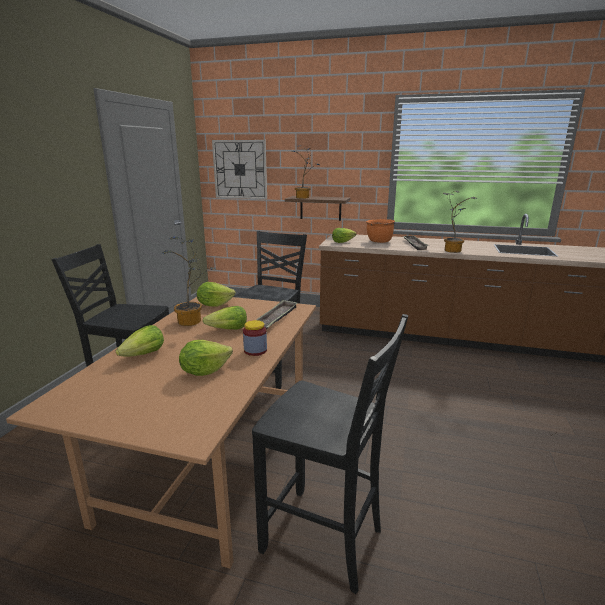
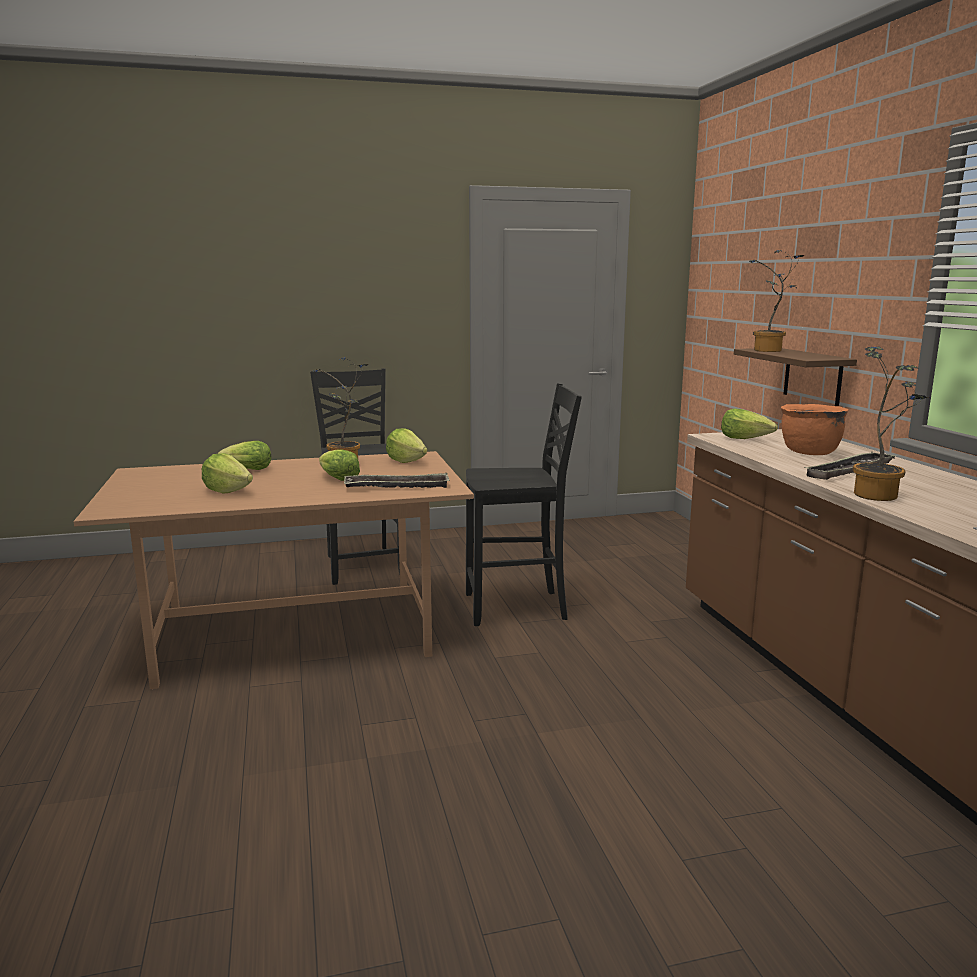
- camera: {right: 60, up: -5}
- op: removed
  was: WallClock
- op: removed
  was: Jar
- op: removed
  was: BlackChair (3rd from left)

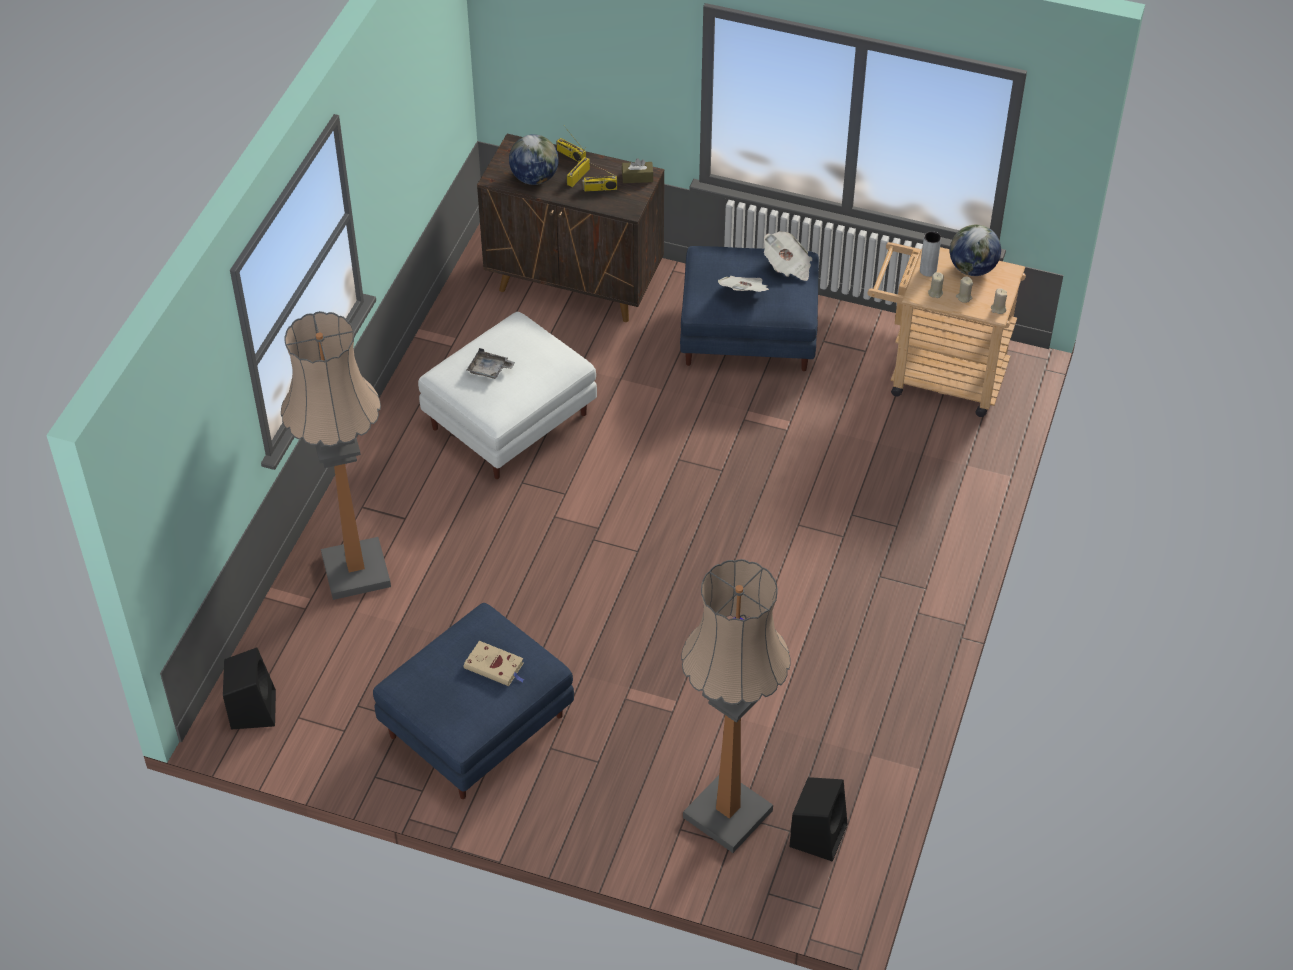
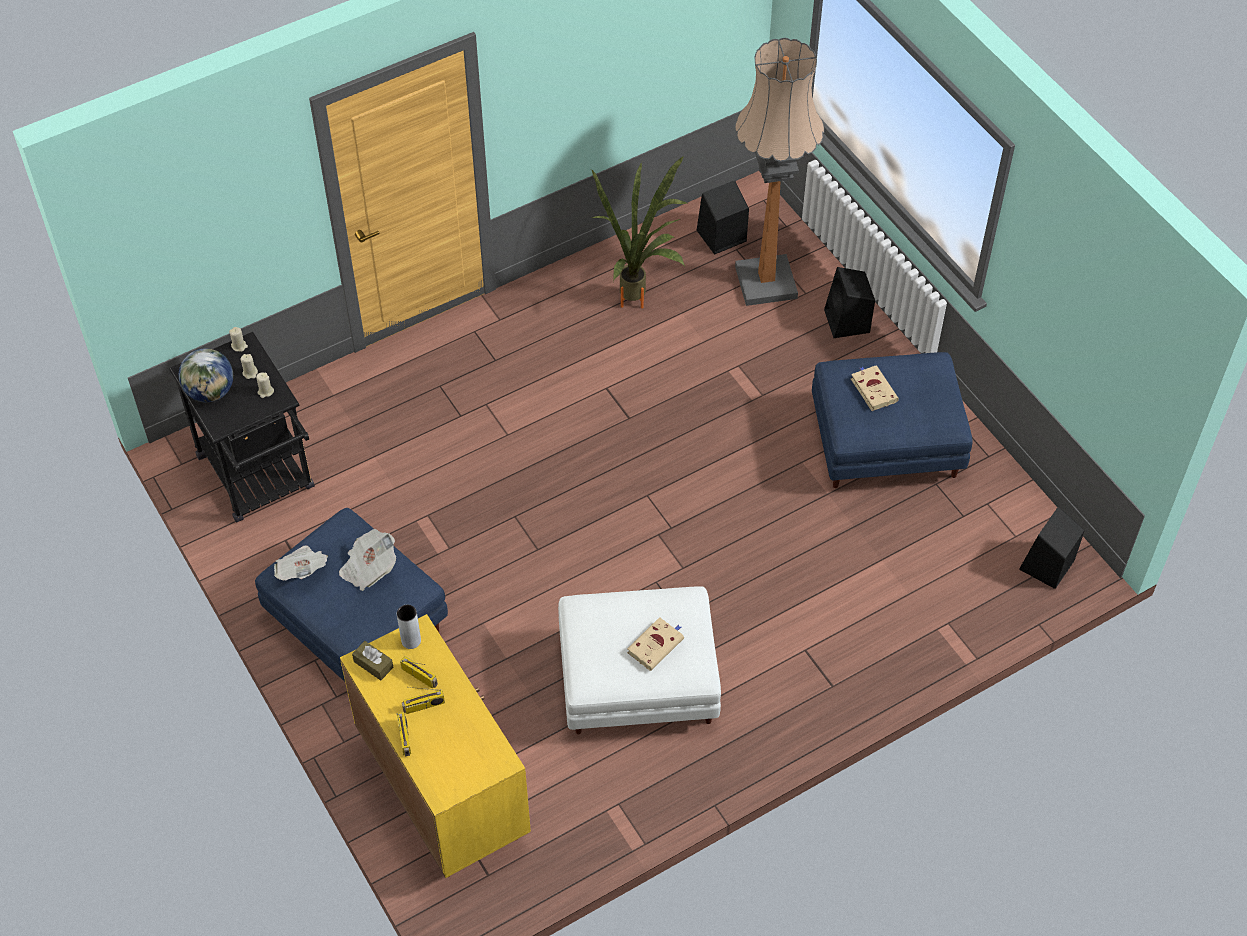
- camera: {right: -140, up: 5}
- op: removed
  was: FloorLamp (1st from left)
- op: removed
  was: Globe (1st from left)
- op: added
  now: PottedPlant
- op: added
  now: BlackSpeaker (2nd from left)
- op: moved
  was: GreyVase
- op: replaced
  was: GreyTray
  now: BeigeBook (1st from left)
- op: recoloured
  was: BrownCabinet
  now: YellowCabinet
- op: recoloured
  was: BeigeCart
  now: BlackCart

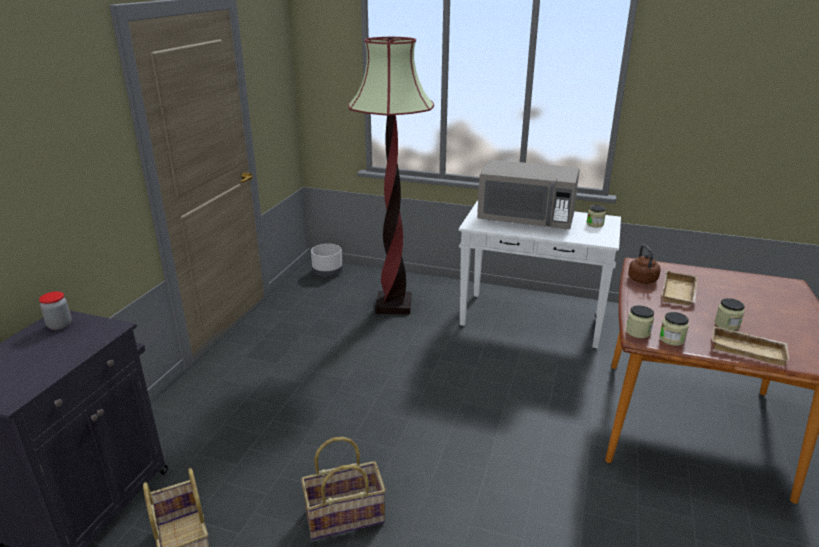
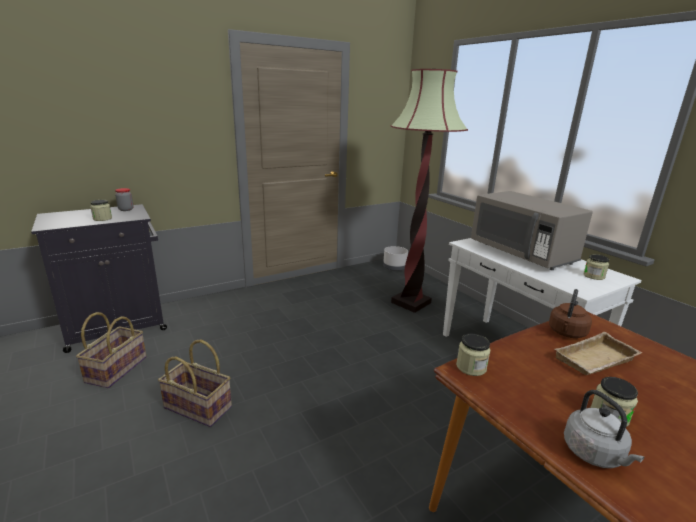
- camera: {right: 40, up: -5}
- op: moved
  was: Jar (4th from left in the first image)
  now: Jar (1st from left)
- op: replaced
  was: BeigeTray (2nd from left)
  now: GreyKettle

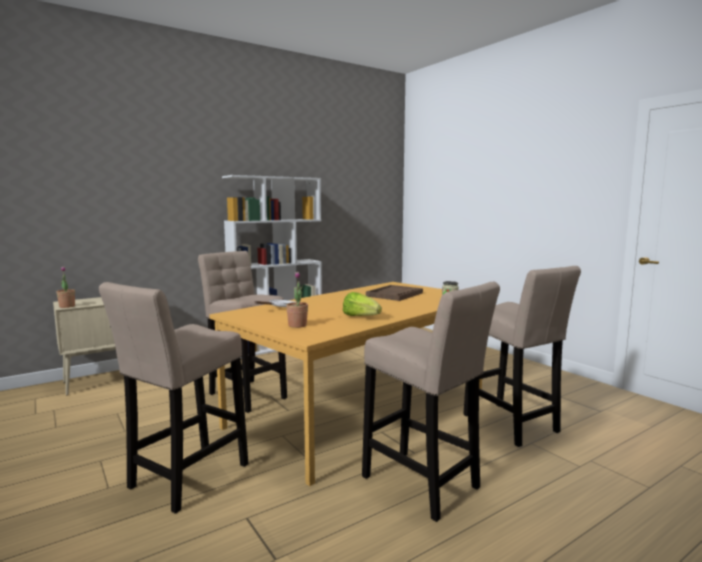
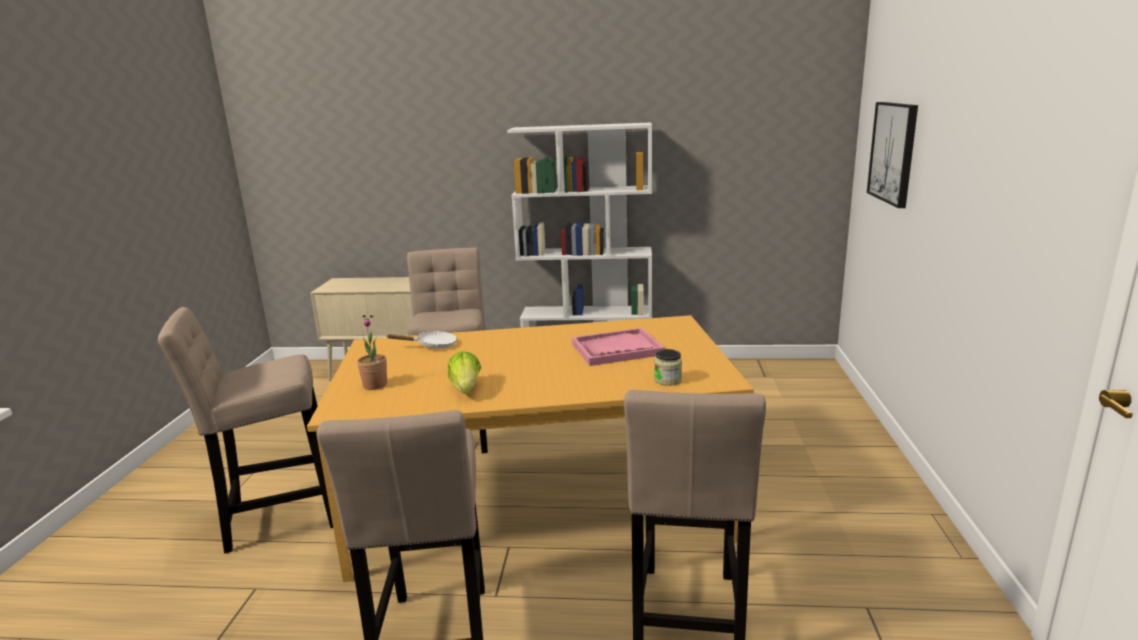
- camera: {right: 40, up: 10}
- op: removed
  was: PottedPlant (1st from left)
- op: added
  now: Picture
- op: recoloured
  was: BrownTray
  now: PinkTray

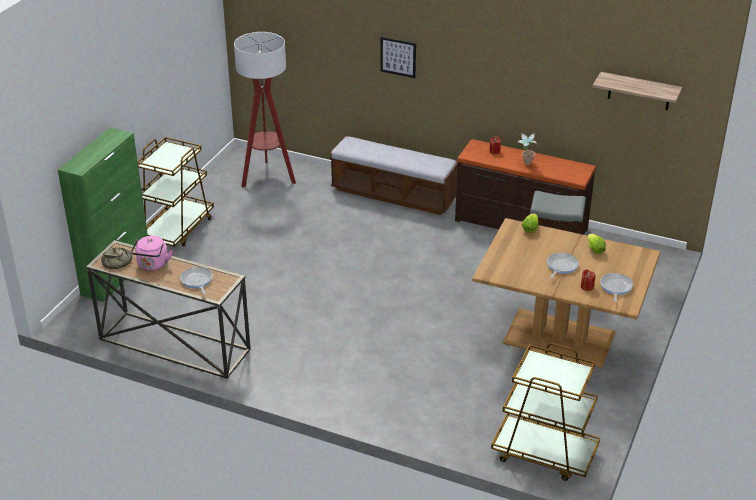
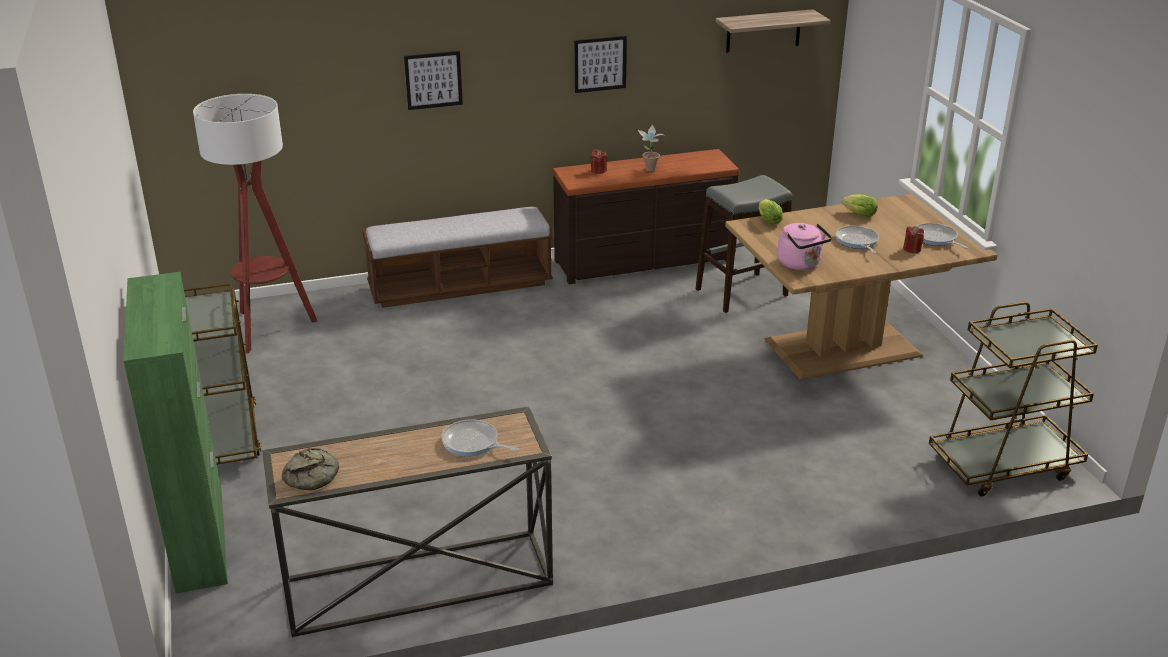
- camera: {right: -40, up: -5}
- op: added
  now: Picture (2nd from left)
- op: moved
  was: PinkKettle

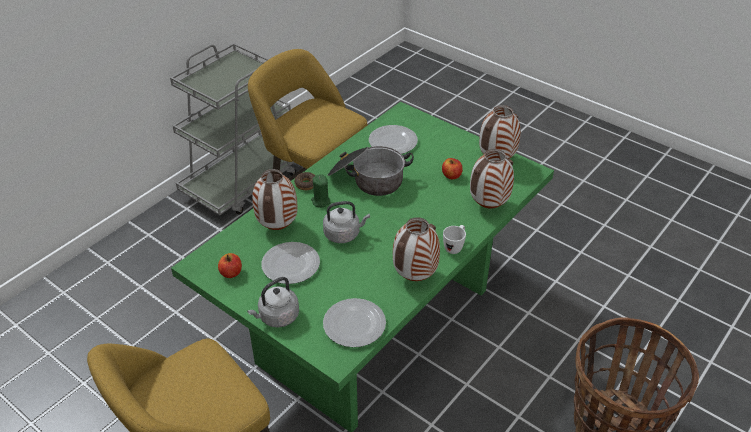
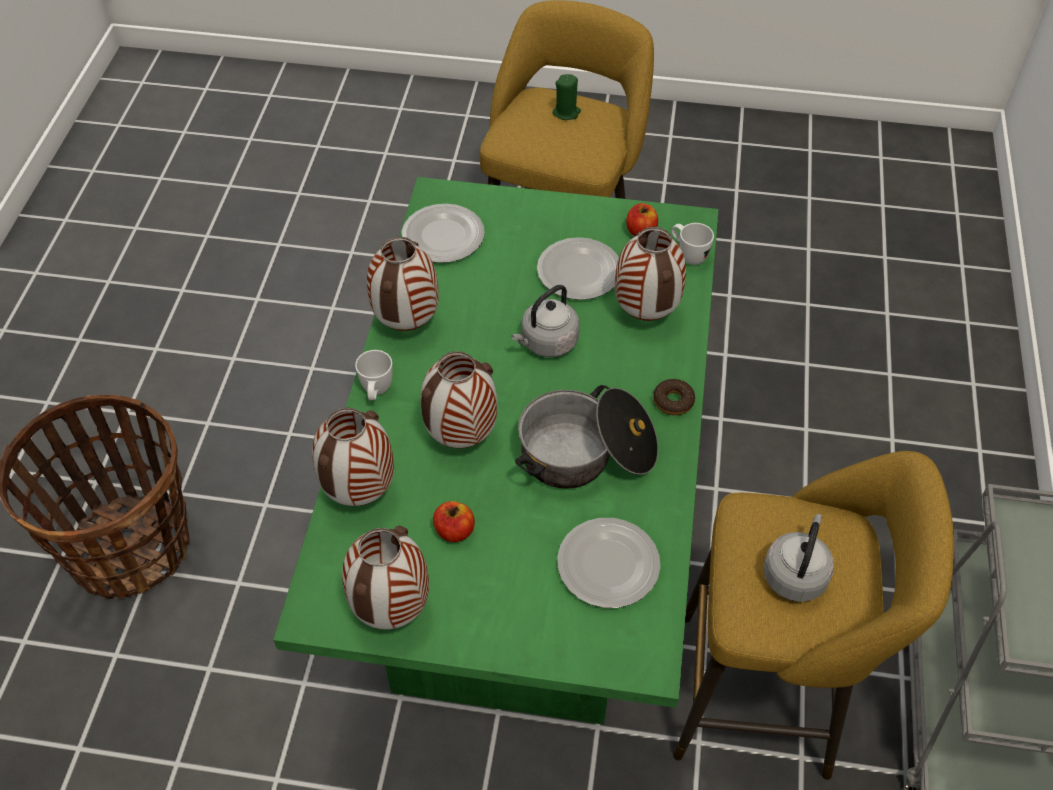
- camera: {right: 150, up: 10}
- op: added
  now: Vase (4th from left)
- op: added
  now: WhiteMug (2nd from left)
- op: moved
  was: GreyKettle (1st from left in the first image)
  now: GreyKettle (2nd from left)
- op: moved
  was: GreenCandle

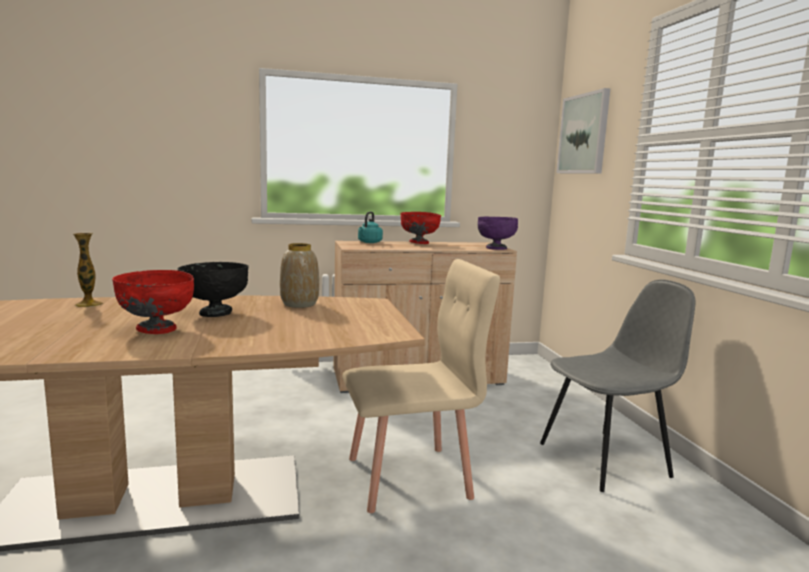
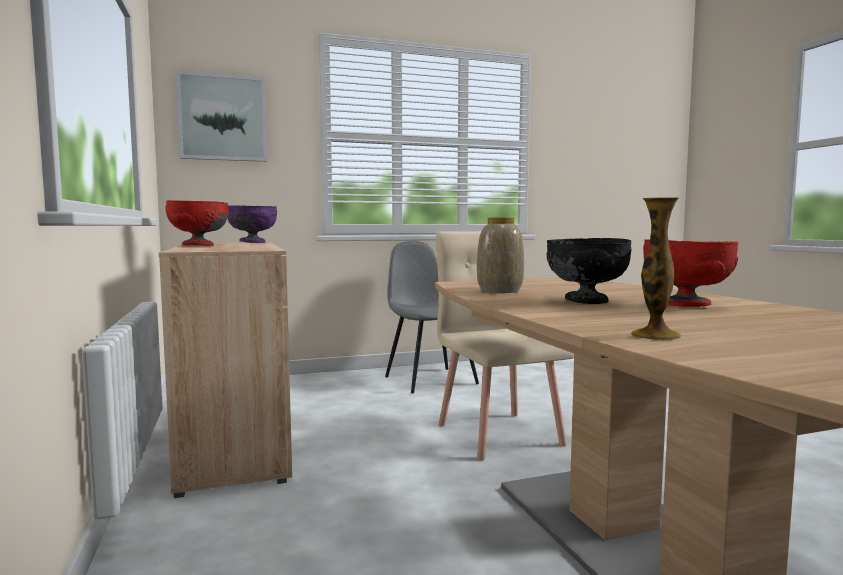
- camera: {right: -95, up: -5}
- op: removed
  was: TurquoiseKettle

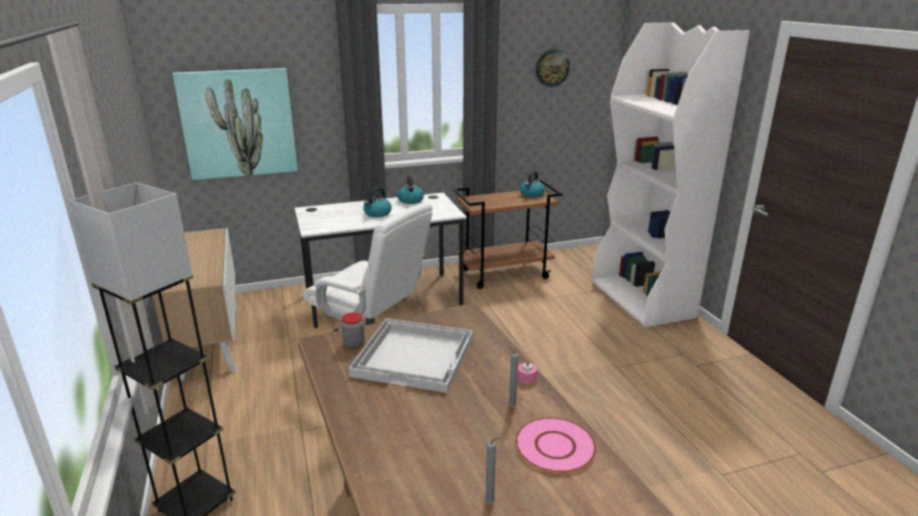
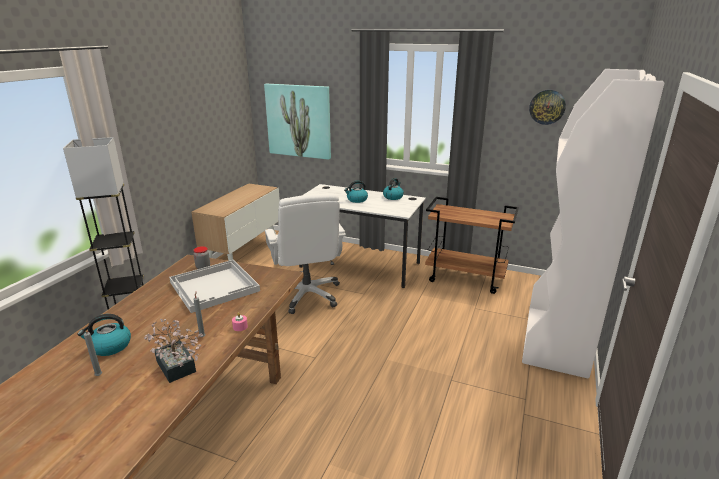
- camera: {right: 40, up: 0}
- op: moved
  was: Kettle (3rd from left in the first image)
  now: Kettle (1st from left)
- op: replaced
  was: PinkPlate
  now: PottedPlant

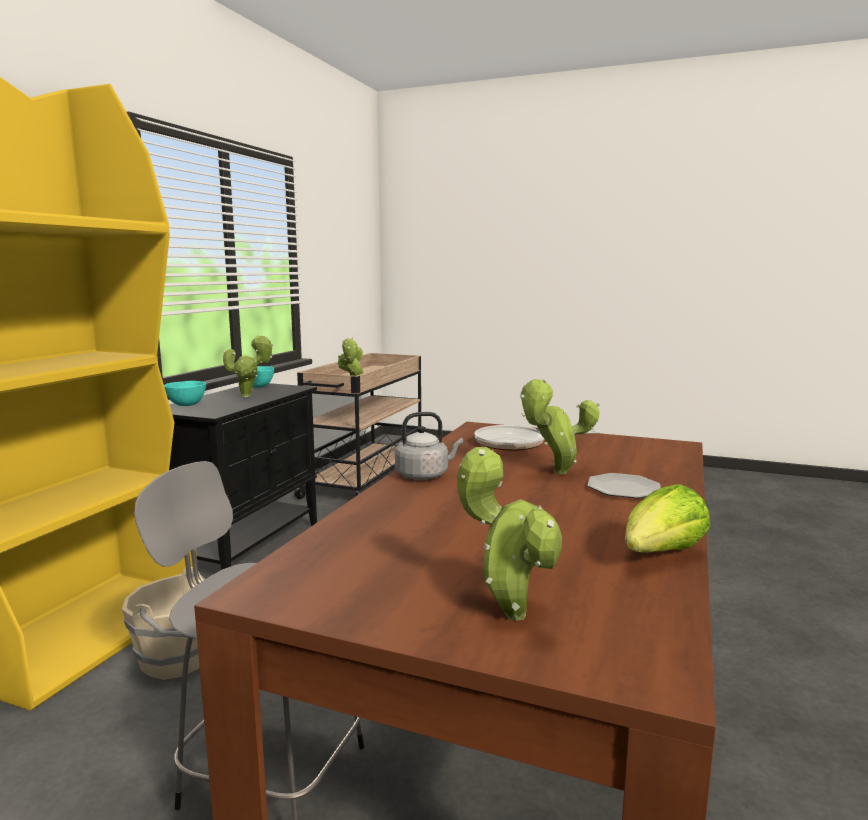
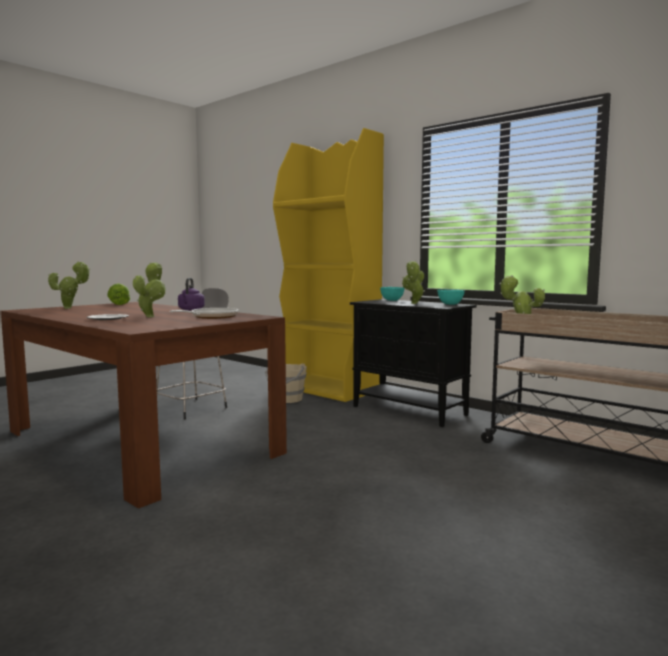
- camera: {right: 110, up: -5}
- op: moved
  was: Lettuce
- op: recoloured
  was: GreyKettle
  now: PurpleKettle

